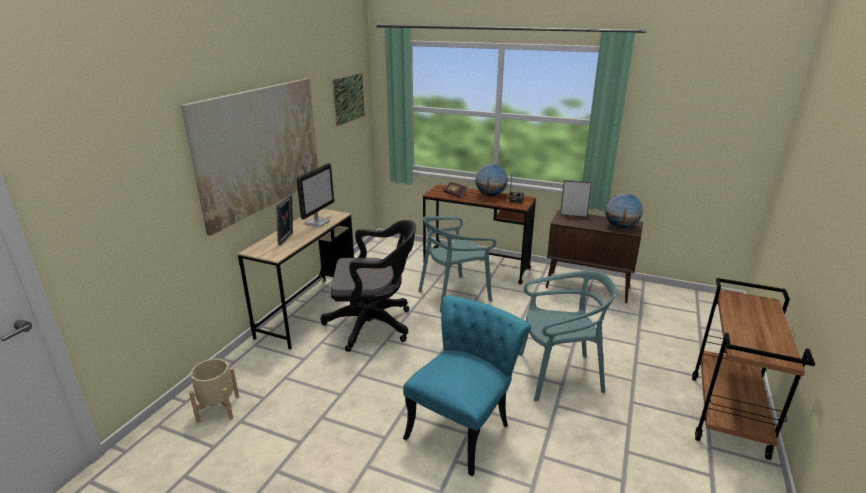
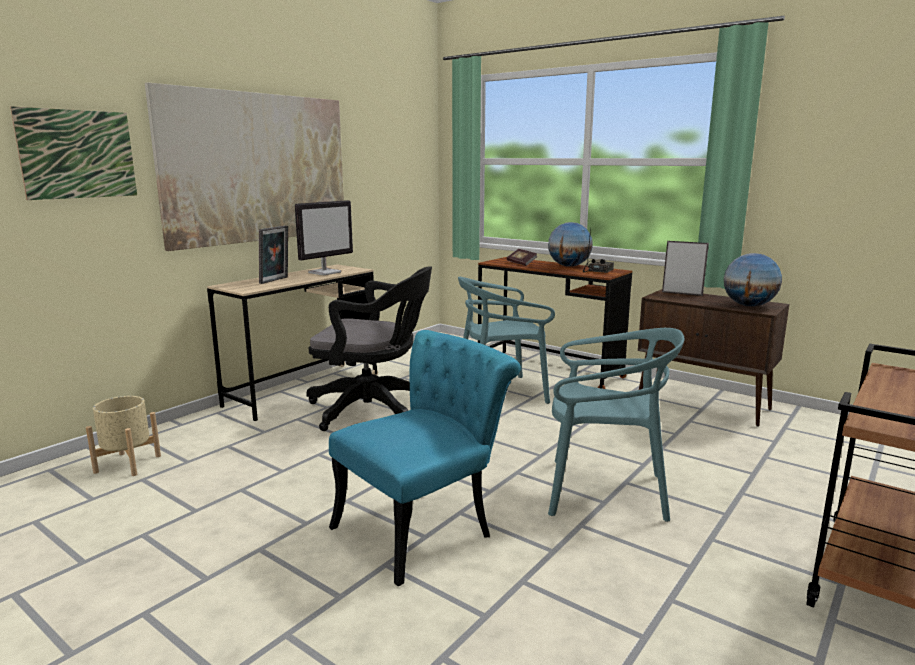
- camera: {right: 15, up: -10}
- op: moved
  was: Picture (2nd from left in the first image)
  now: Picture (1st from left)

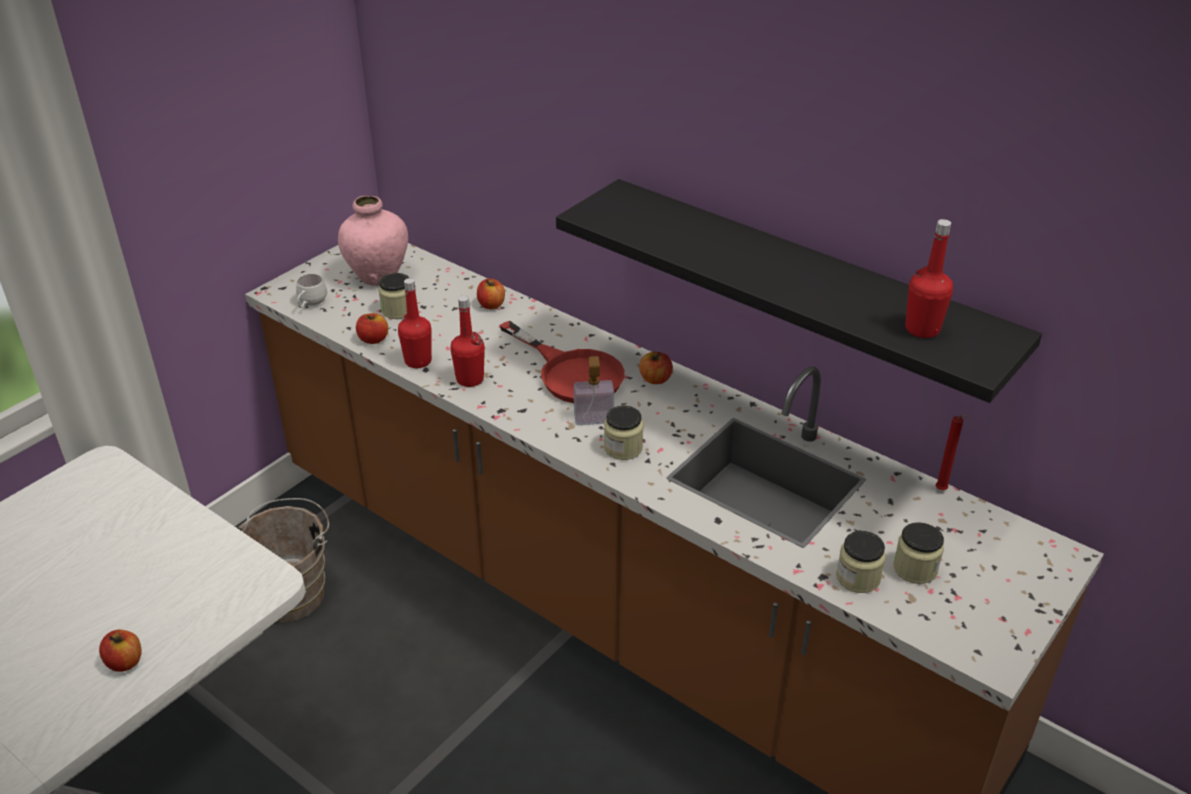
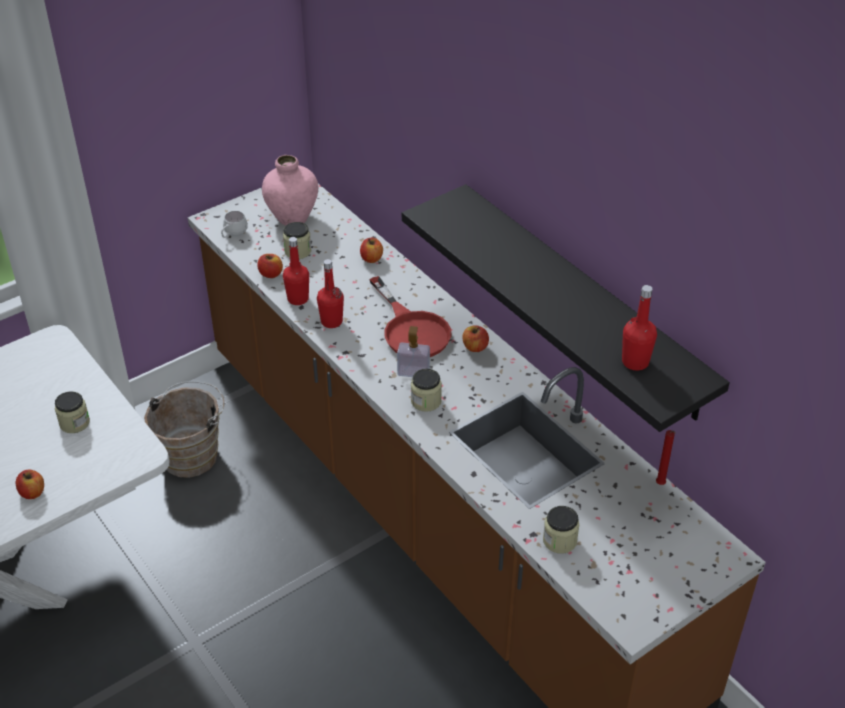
- camera: {right: 15, up: 5}
- op: moved
  was: Jar (4th from left in the first image)
  now: Jar (1st from left)

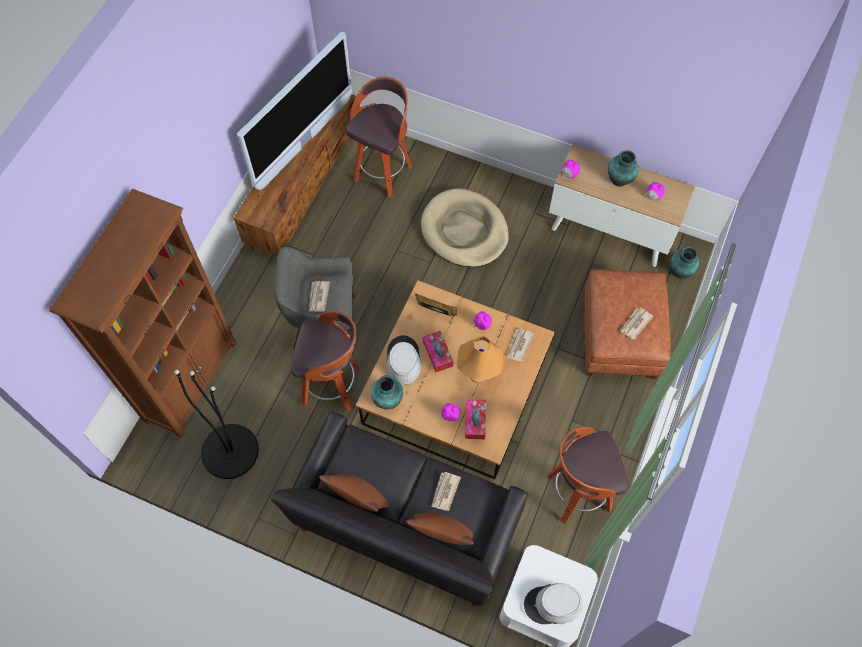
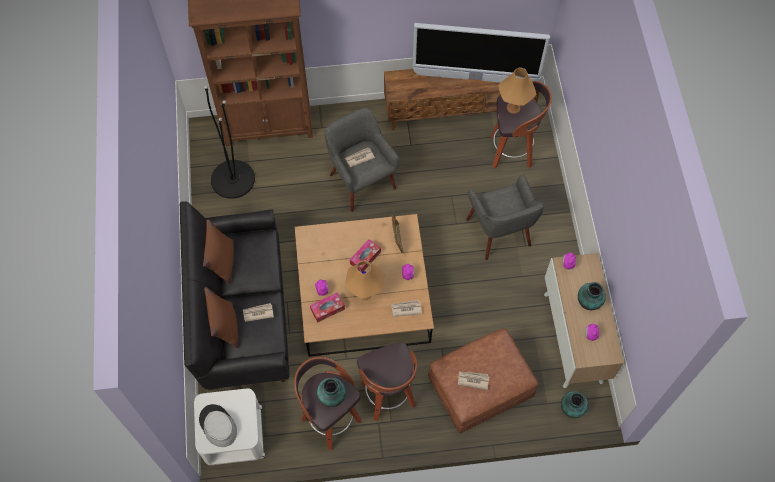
- camera: {right: 60, up: 0}
- op: removed
  was: GreyHat (1st from left)
- op: added
  now: OrangeTableLamp (2nd from left)
- op: moved
  was: Stool (1st from left in the first image)
  now: Stool (2nd from left)
- op: moved
  was: Vase (1st from left)
- op: replaced
  was: BeigeDogBed
  now: GreyArmchair (2nd from left)

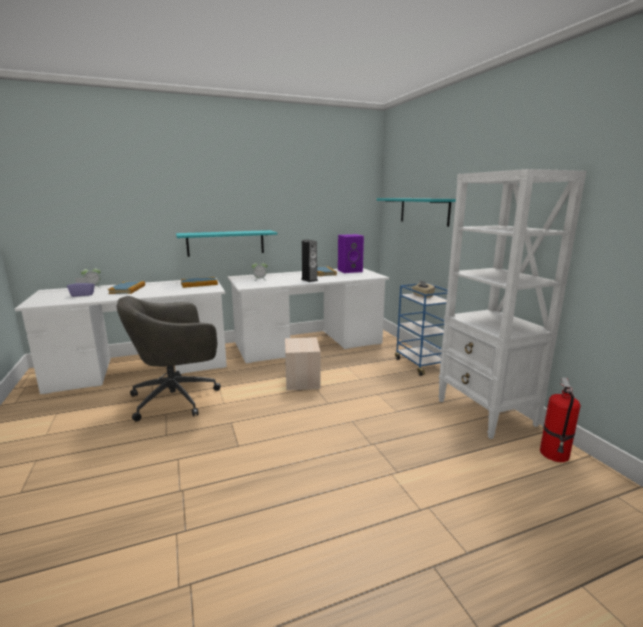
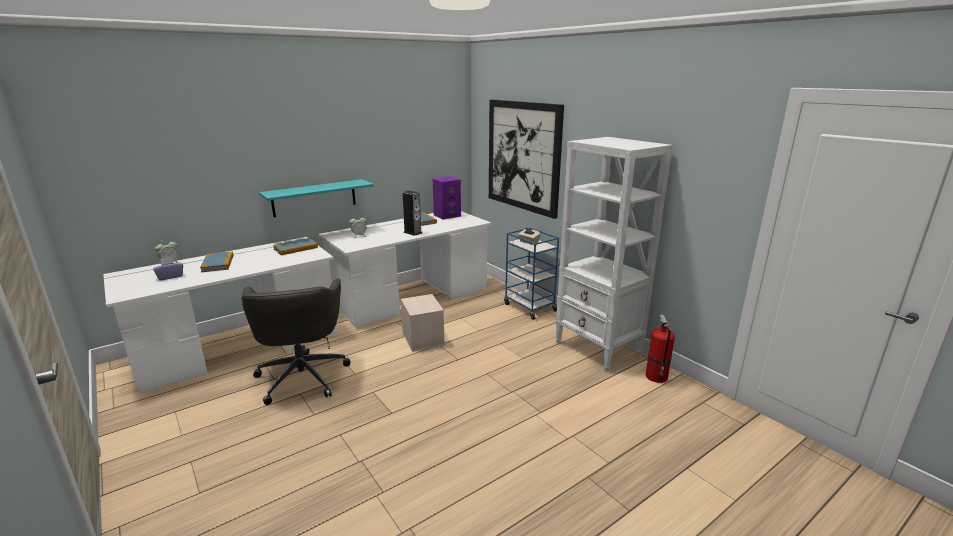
- camera: {right: -15, up: 5}
- op: replaced
  was: TurquoiseShelf (2nd from left)
  now: Picture
- op: turned
  was: GreyOfficeChair
  clockwise: -60

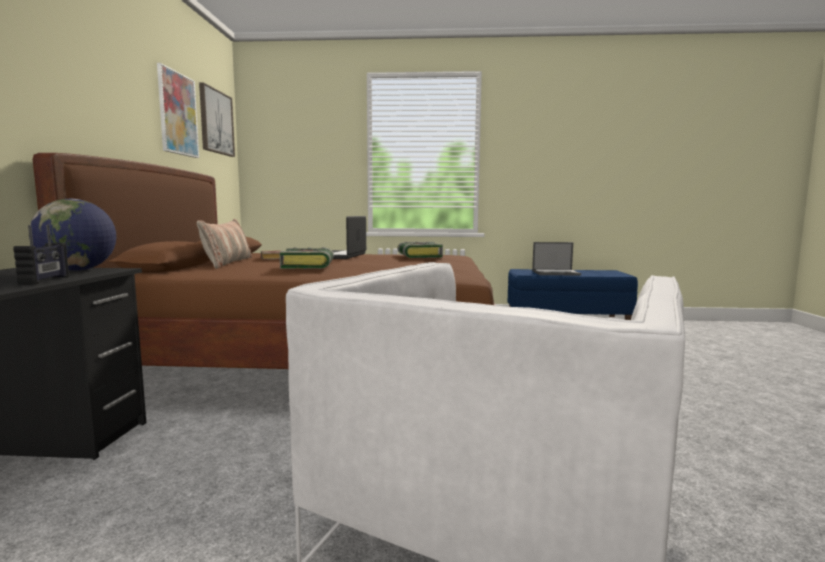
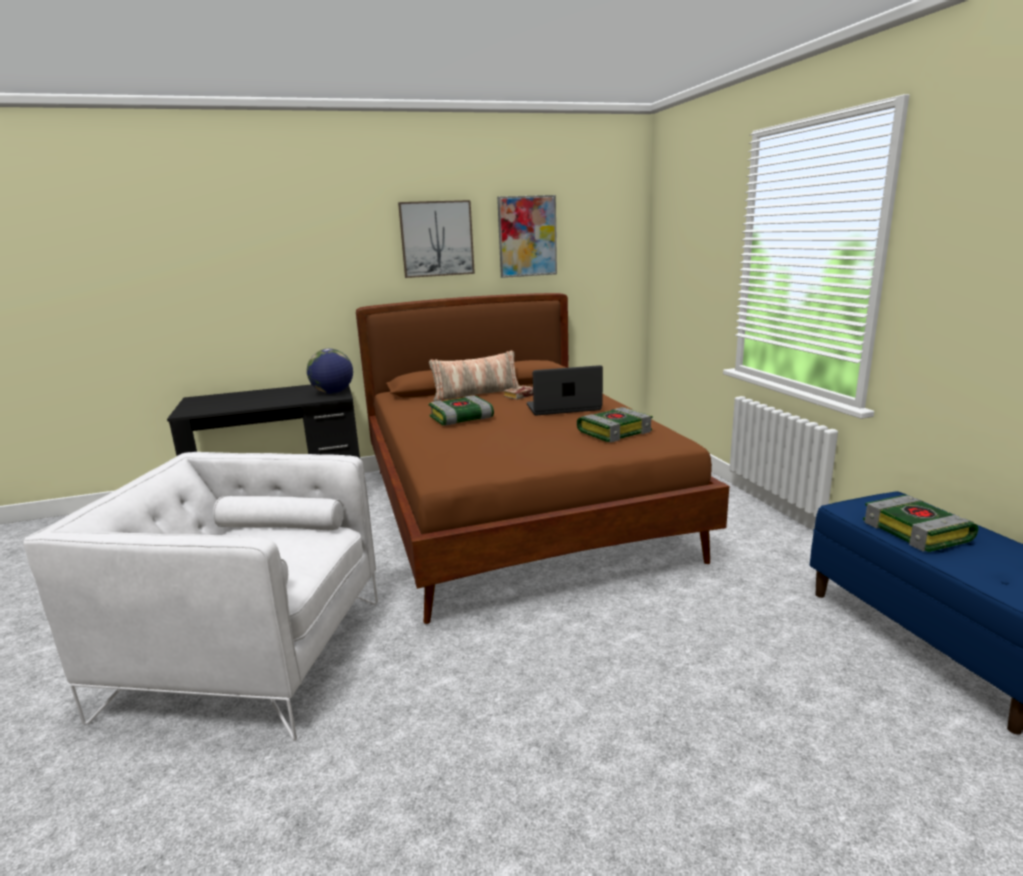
- camera: {right: 70, up: 10}
- op: removed
  was: Radio
- op: moved
  was: Picture (2nd from left in the first image)
  now: Picture (1st from left)
- op: replaced
  was: Laptop (2nd from left)
  now: Book (4th from left)

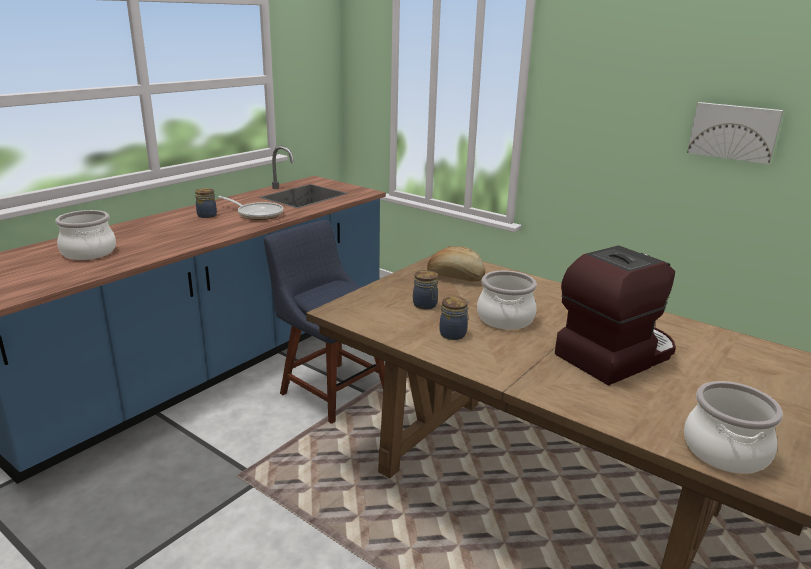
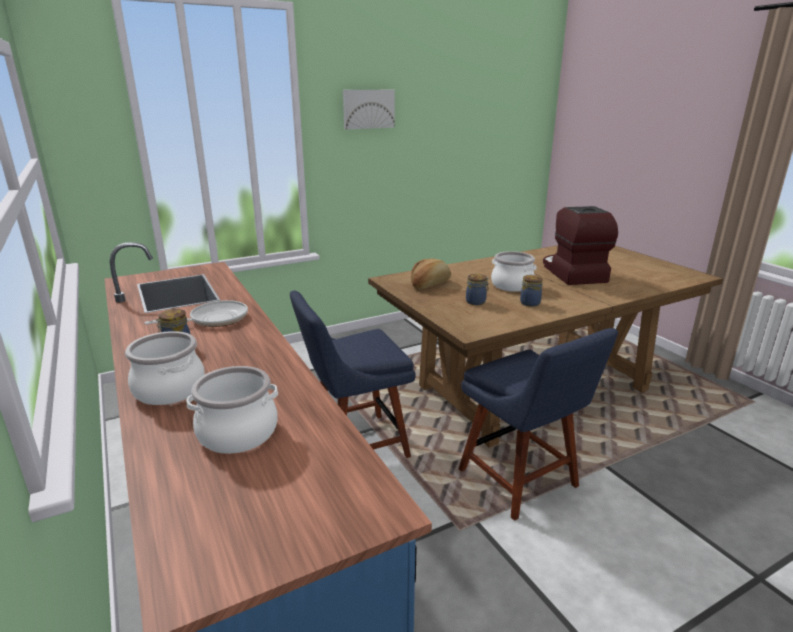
- camera: {right: -65, up: 0}
- op: added
  now: BlueChair (2nd from left)
- op: moved
  was: CookingPot (3rd from left in the first image)
  now: CookingPot (1st from left)
- op: moved
  was: Picture

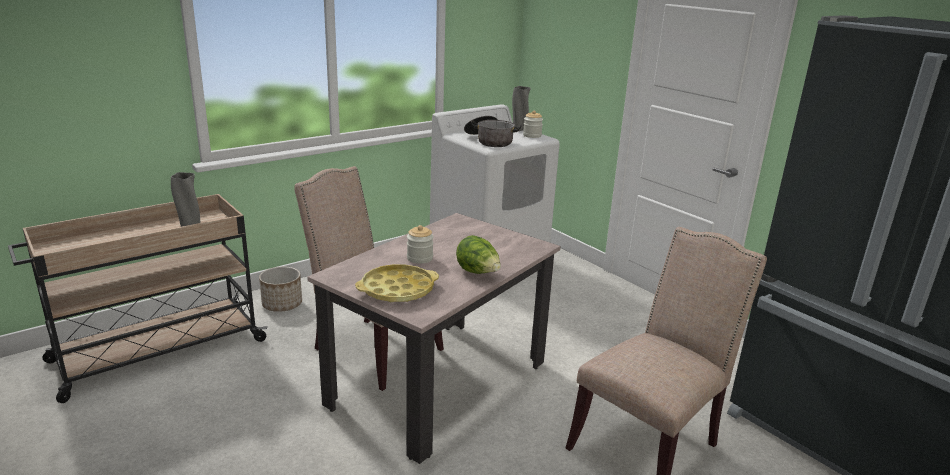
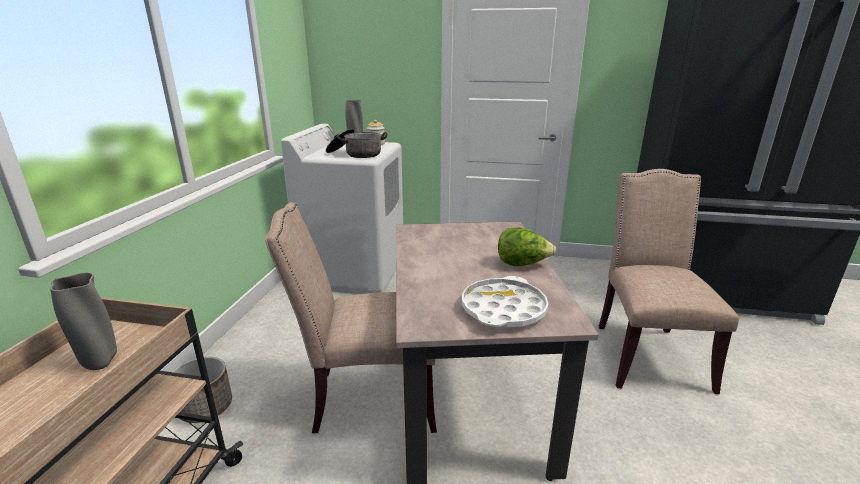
- camera: {right: -40, up: 0}
- op: removed
  was: Jar (1st from left)
- op: recoloured
  was: YellowTray
  now: WhiteTray

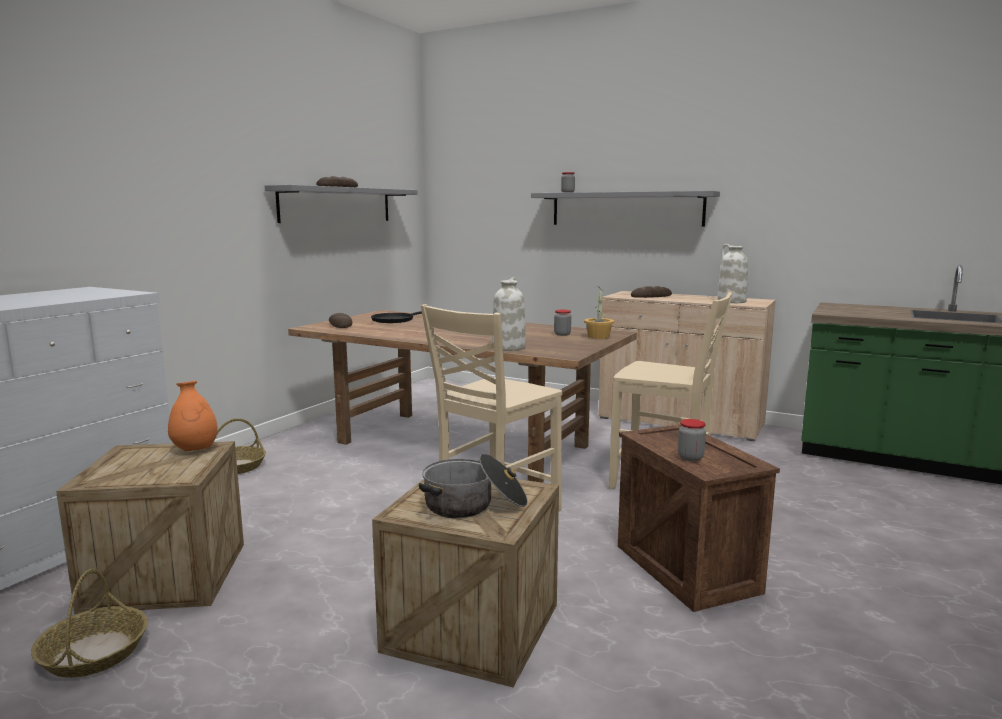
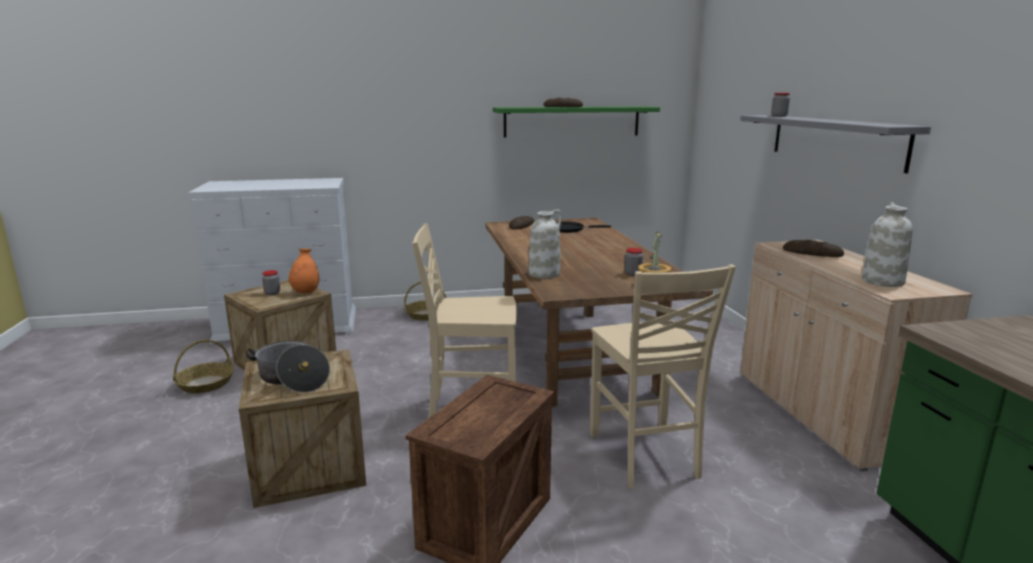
- camera: {right: 50, up: 5}
- op: moved
  was: Jar (3rd from left in the first image)
  now: Jar (1st from left)
- op: recoloured
  was: GreyShelf (1st from left)
  now: GreenShelf

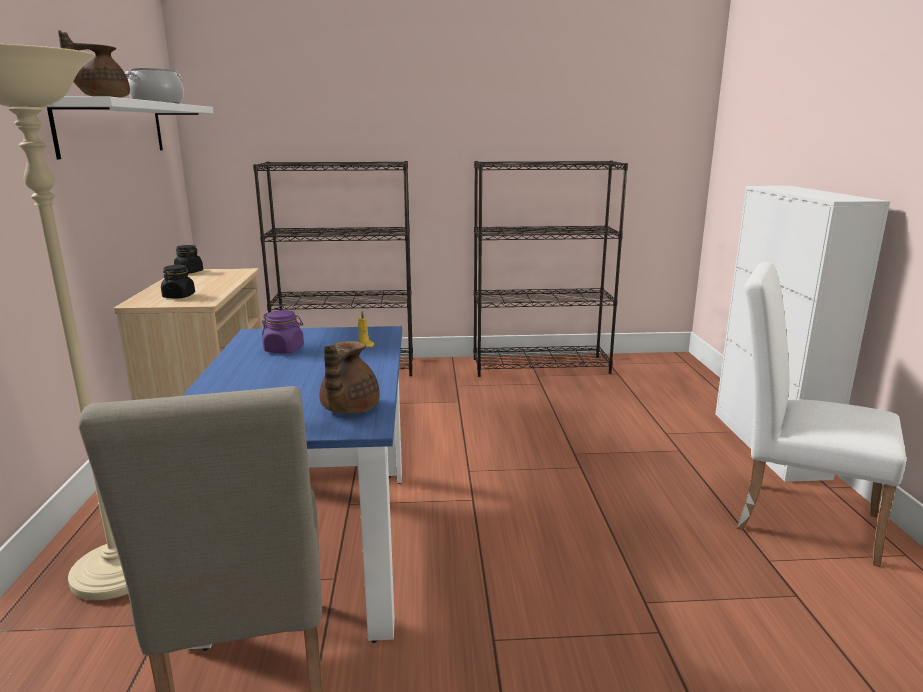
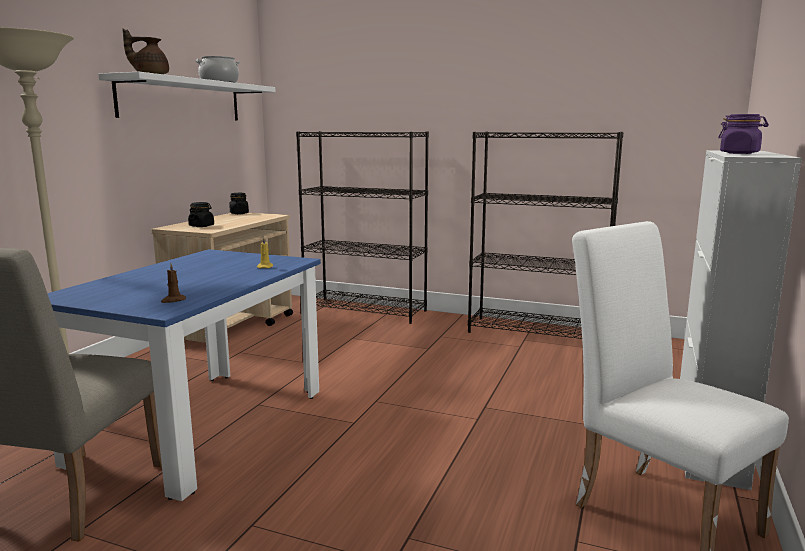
- camera: {right: 25, up: -5}
- op: moved
  was: PurpleJar
- op: replaced
  was: BrownTeapot (2nd from left)
  now: BrownCandle

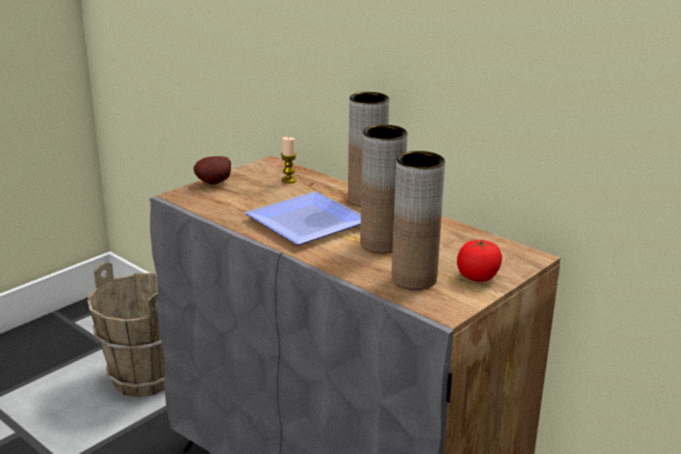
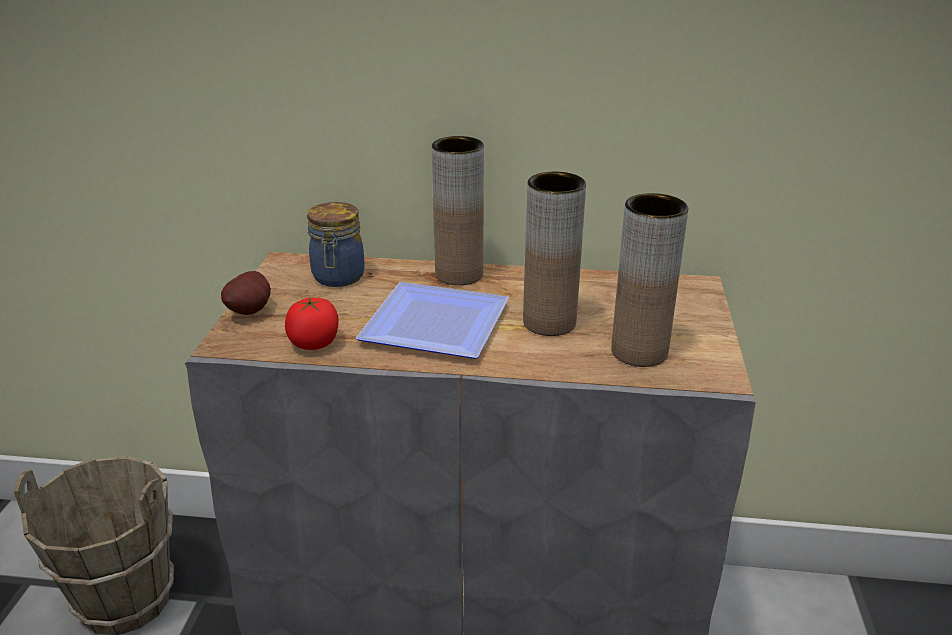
- camera: {right: -35, up: 5}
- op: moved
  was: Tomato
- op: replaced
  was: Candle
  now: Jar

